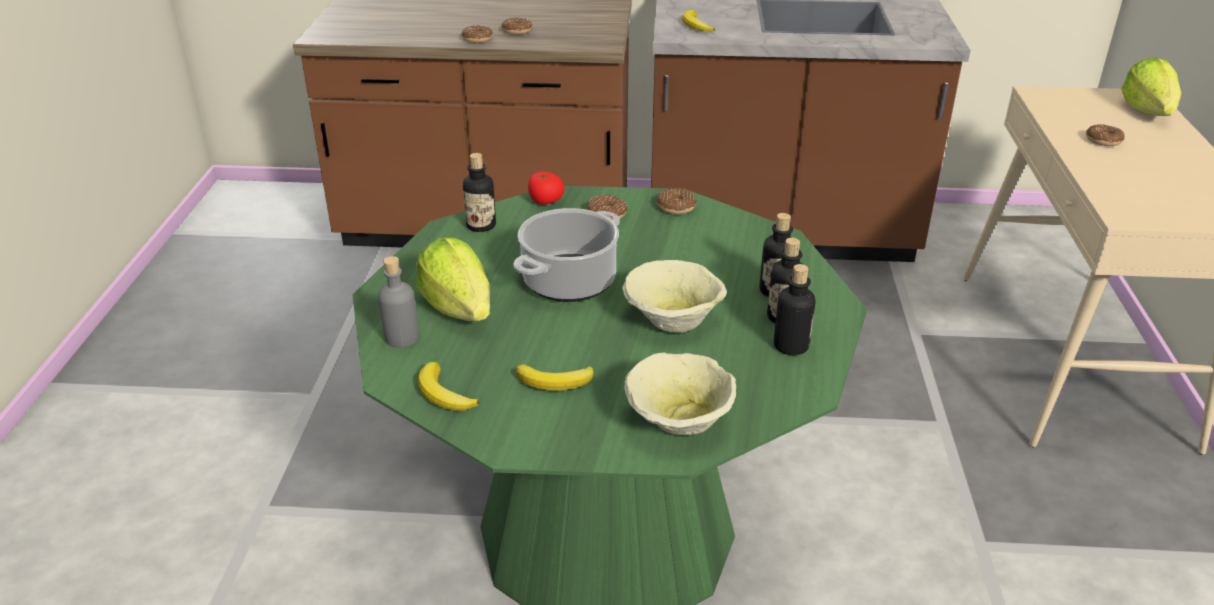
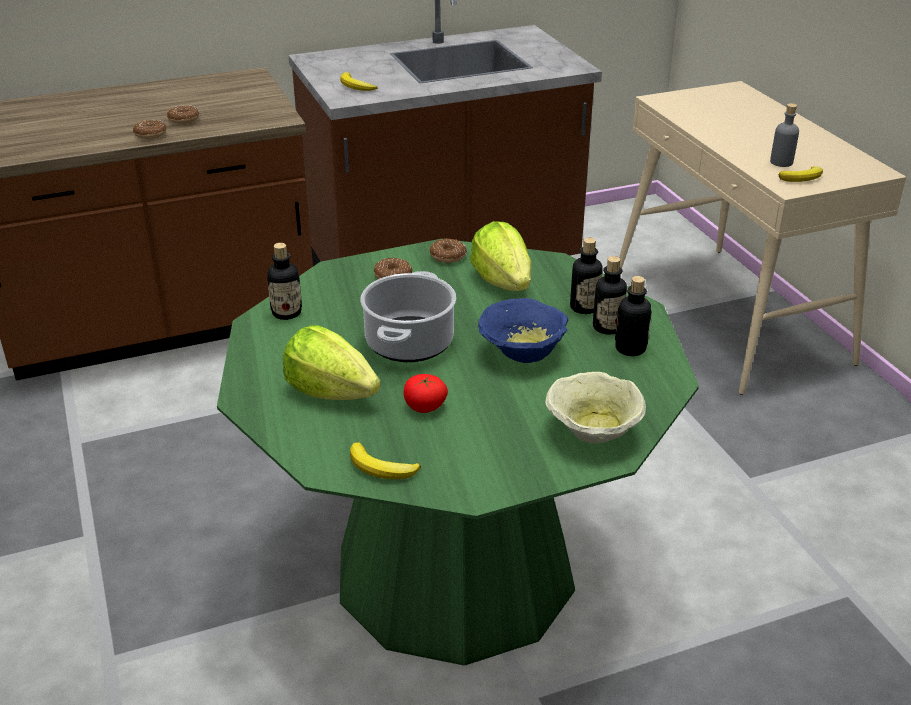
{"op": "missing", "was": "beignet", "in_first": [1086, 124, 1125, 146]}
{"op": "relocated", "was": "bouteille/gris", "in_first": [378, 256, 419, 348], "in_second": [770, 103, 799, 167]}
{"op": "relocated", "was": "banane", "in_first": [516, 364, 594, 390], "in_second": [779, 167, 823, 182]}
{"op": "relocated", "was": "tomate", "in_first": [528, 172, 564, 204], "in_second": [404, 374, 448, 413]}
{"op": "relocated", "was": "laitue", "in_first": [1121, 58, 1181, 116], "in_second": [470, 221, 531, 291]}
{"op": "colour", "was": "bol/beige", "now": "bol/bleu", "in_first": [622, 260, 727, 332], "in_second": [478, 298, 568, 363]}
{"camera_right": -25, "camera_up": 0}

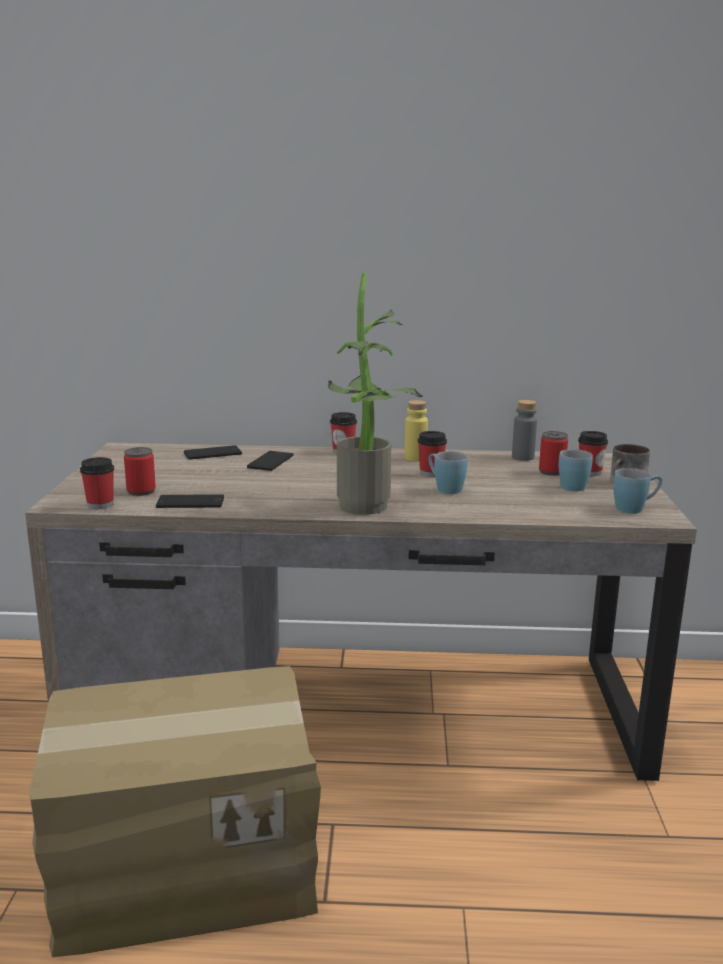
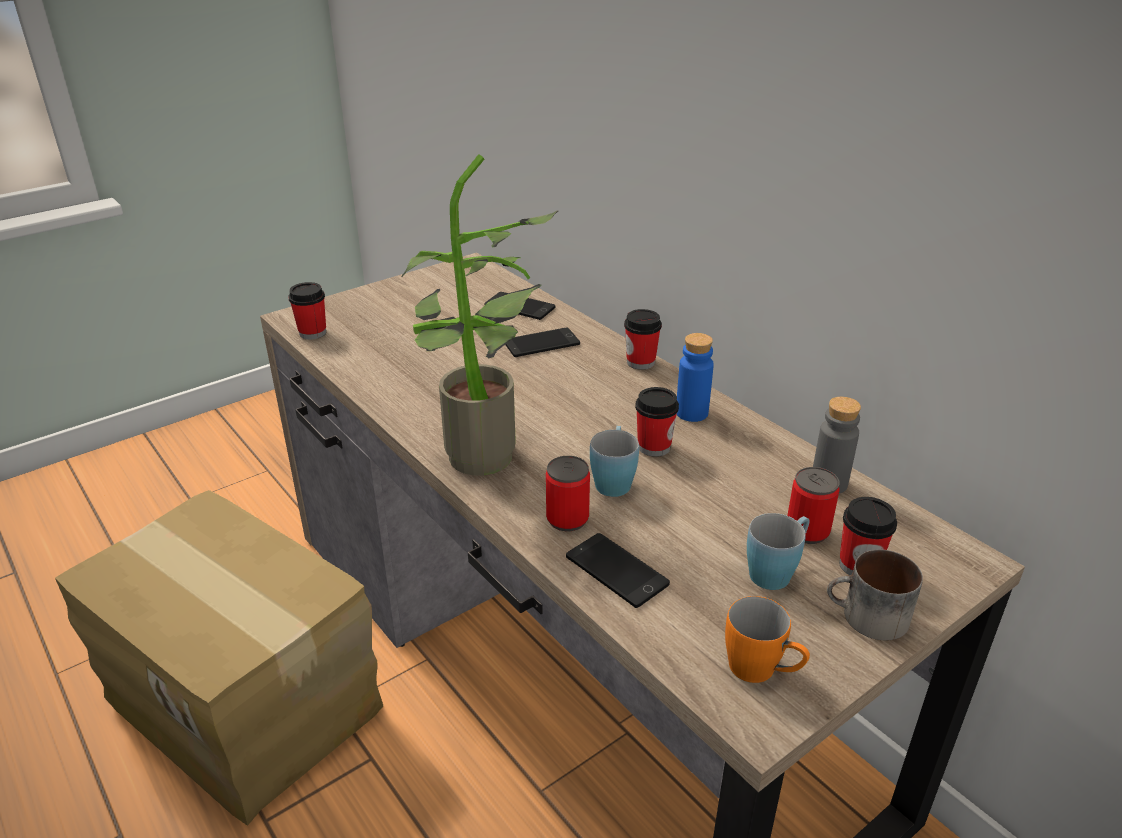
{"op": "relocated", "was": "boîte métallique", "in_first": [124, 447, 156, 496], "in_second": [546, 456, 590, 531]}
{"op": "relocated", "was": "téléphone", "in_first": [156, 494, 224, 508], "in_second": [566, 533, 670, 608]}
{"op": "colour", "was": "bouteille/jaune", "now": "bouteille/bleu", "in_first": [404, 400, 428, 462], "in_second": [677, 333, 714, 422]}
{"op": "colour", "was": "mug/bleu", "now": "mug/orange", "in_first": [613, 468, 662, 514], "in_second": [725, 596, 810, 683]}
{"camera_right": 50, "camera_up": 15}

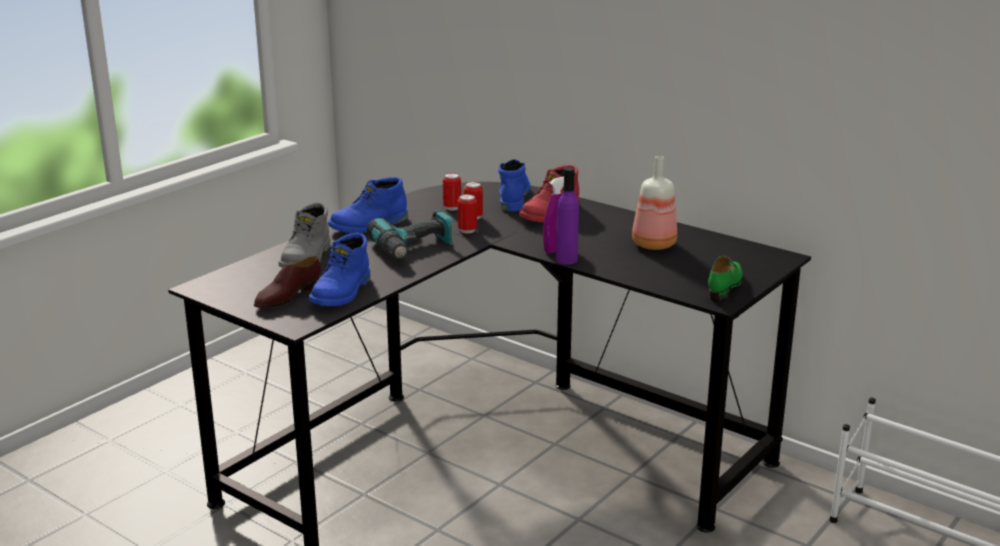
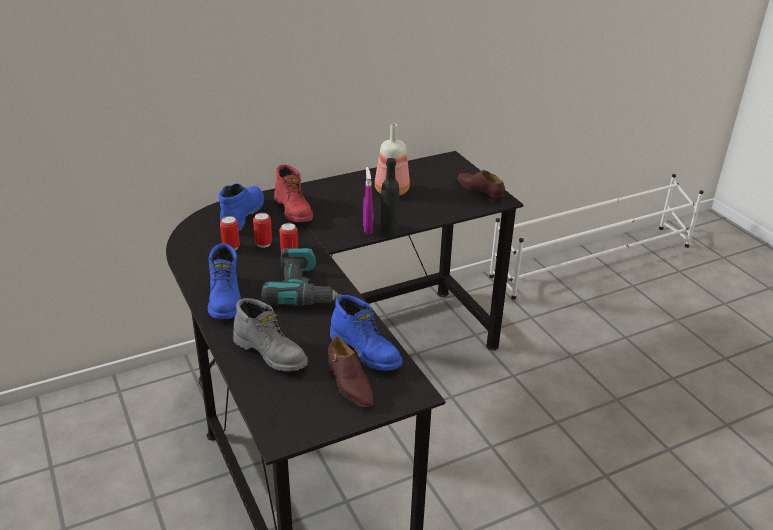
{"op": "colour", "was": "bouteille/violet", "now": "bouteille/noir", "in_first": [556, 167, 579, 265], "in_second": [381, 158, 399, 236]}
{"op": "colour", "was": "chaussure/vert", "now": "chaussure/marron", "in_first": [708, 255, 743, 302], "in_second": [457, 170, 505, 202]}
{"op": "spun", "was": "botte/bleu", "in_first": [498, 159, 531, 211], "in_second": [218, 183, 264, 231], "clockwise": 75}
{"camera_right": -65, "camera_up": 10}

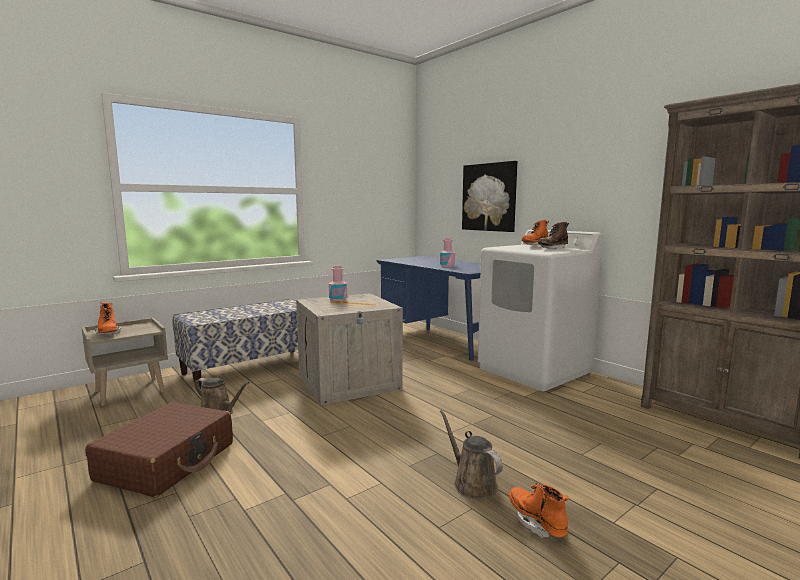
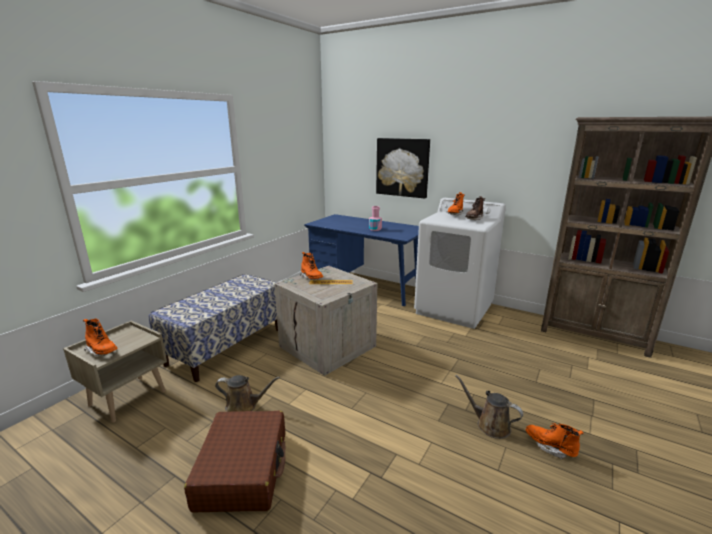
{"op": "exchanged", "was": "bouteille/rose", "now": "botte/orange", "in_first": [329, 266, 347, 301], "in_second": [300, 252, 323, 280]}
{"camera_right": -20, "camera_up": 10}

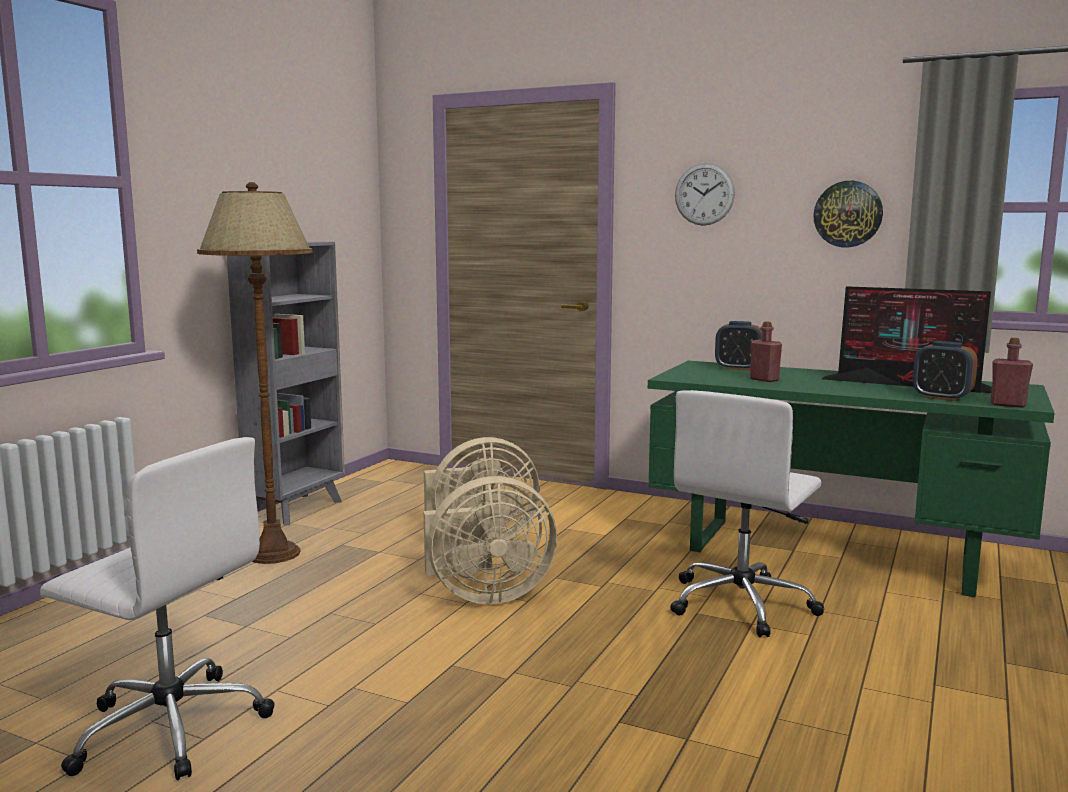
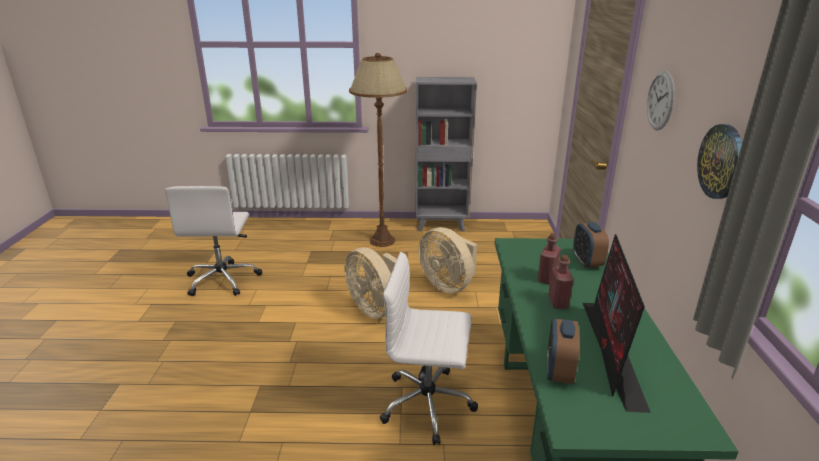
{"op": "relocated", "was": "bouteille/rouge", "in_first": [991, 338, 1033, 408], "in_second": [548, 255, 574, 309]}
{"camera_right": 65, "camera_up": 15}

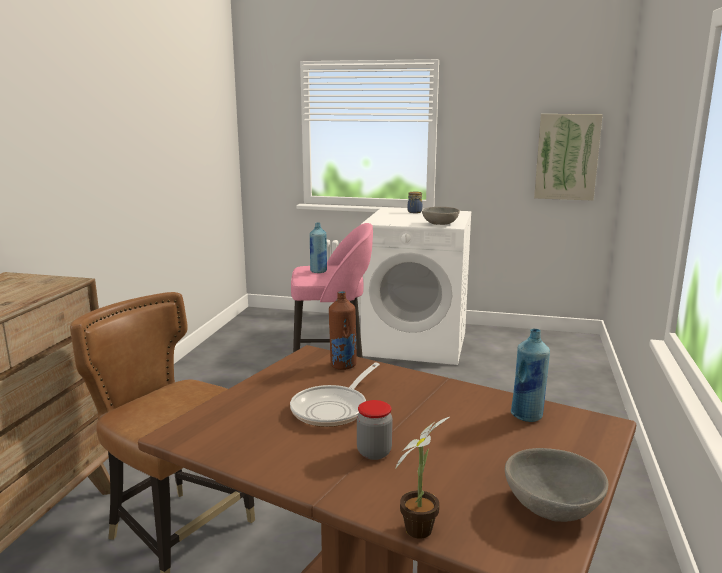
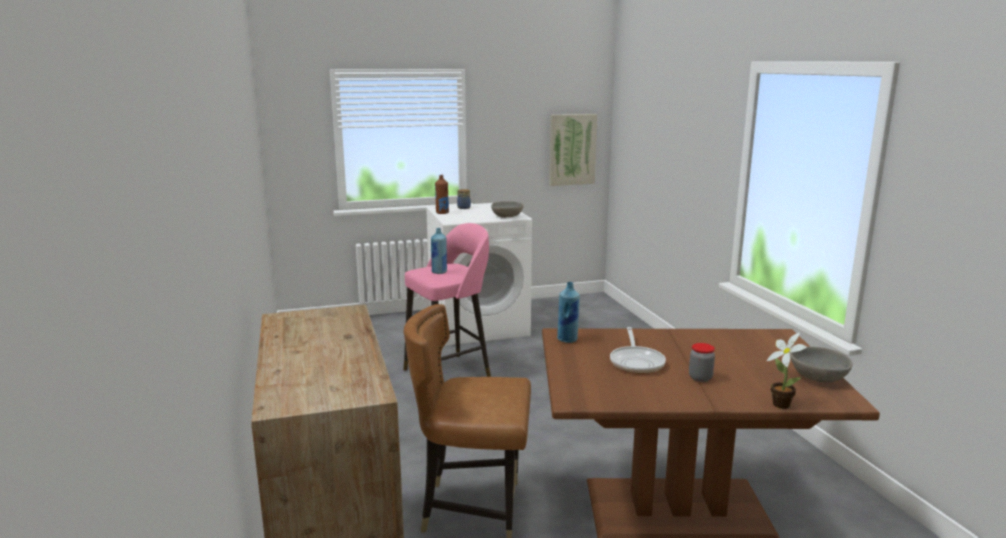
{"op": "relocated", "was": "bouteille/marron", "in_first": [329, 291, 357, 370], "in_second": [435, 175, 449, 214]}
{"op": "relocated", "was": "bouteille/bleu", "in_first": [511, 328, 550, 422], "in_second": [557, 282, 580, 343]}
{"camera_right": -30, "camera_up": 0}

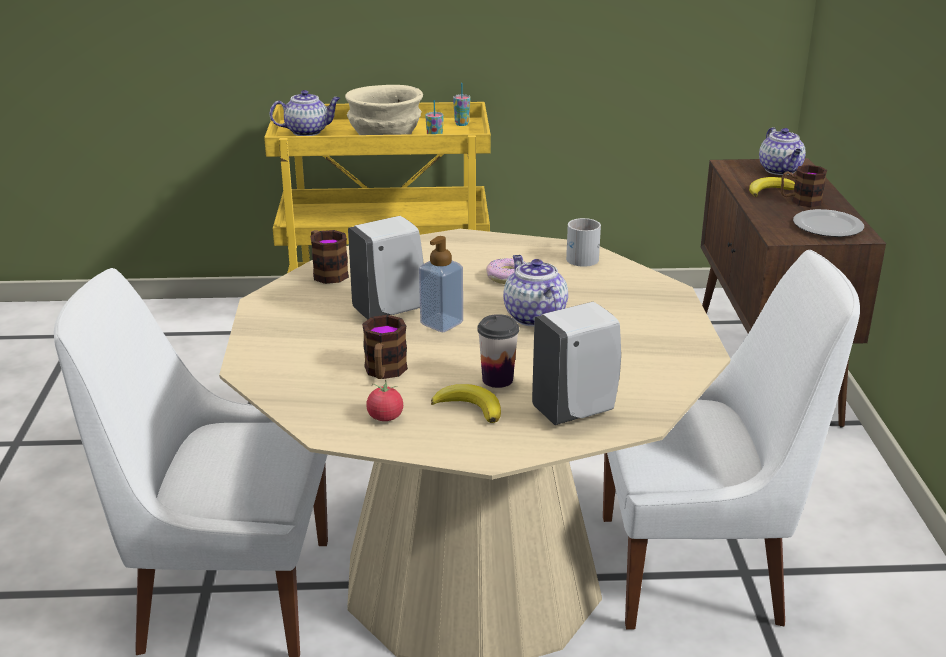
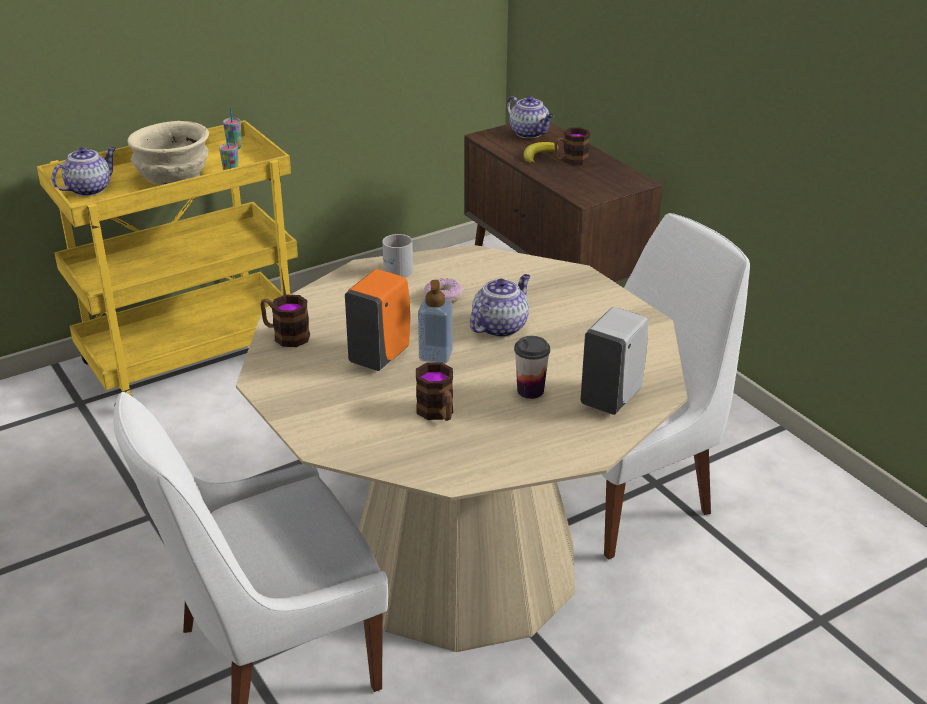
{"op": "missing", "was": "tomate", "in_first": [366, 380, 403, 421]}
{"op": "missing", "was": "banane", "in_first": [431, 384, 501, 423]}
{"op": "missing", "was": "assiette", "in_first": [793, 209, 864, 237]}
{"op": "relocated", "was": "mug/blanc", "in_first": [566, 218, 601, 267], "in_second": [382, 234, 413, 278]}
{"op": "colour", "was": "distributeur de savon/blanc", "now": "distributeur de savon/orange", "in_first": [348, 216, 423, 320], "in_second": [345, 269, 410, 371]}
{"op": "spun", "was": "théière", "in_first": [503, 255, 568, 326], "in_second": [470, 274, 530, 338], "clockwise": 90}
{"camera_right": -30, "camera_up": 5}

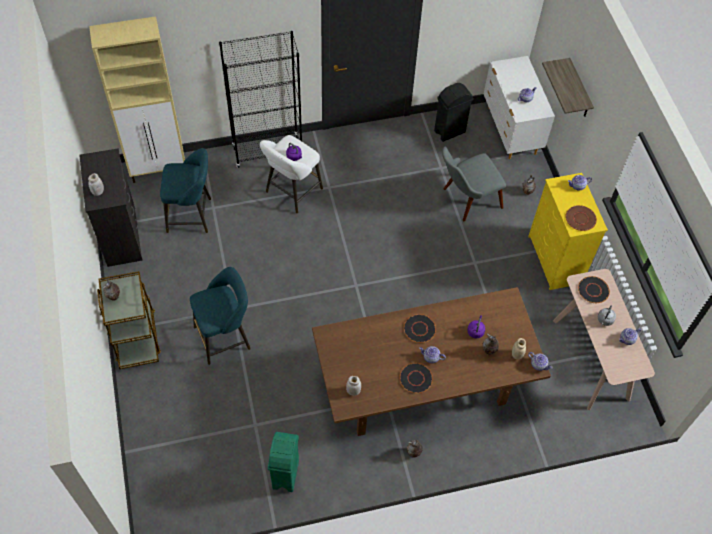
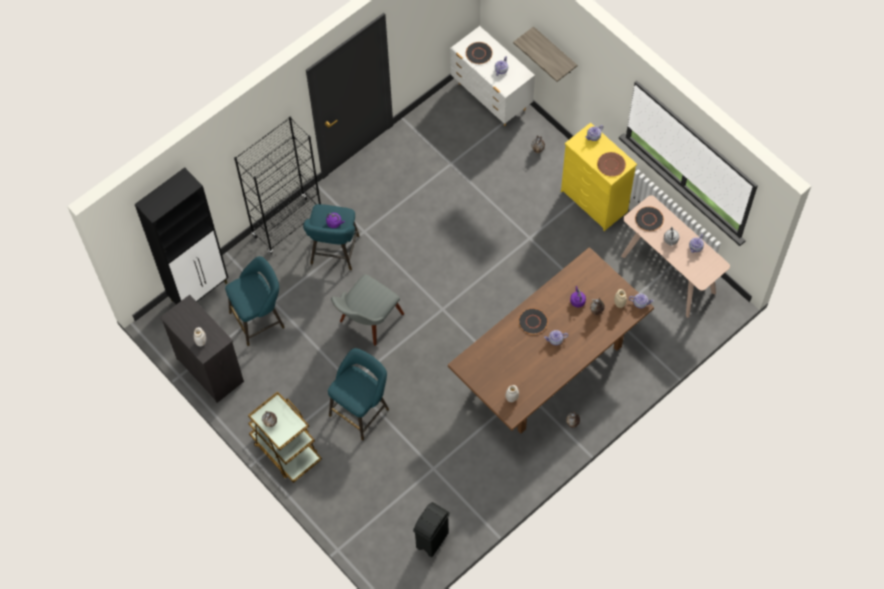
{"op": "missing", "was": "poubelle/vert", "in_first": [268, 432, 299, 492]}
{"op": "relocated", "was": "assiette/noir", "in_first": [399, 363, 433, 393], "in_second": [466, 42, 492, 64]}
{"op": "relocated", "was": "poubelle/noir", "in_first": [434, 83, 474, 142], "in_second": [413, 502, 450, 557]}
{"op": "relocated", "was": "chaise/gris", "in_first": [442, 147, 506, 221], "in_second": [331, 274, 404, 346]}
{"op": "colour", "was": "meuble de rangement/beige", "now": "meuble de rangement/noir", "in_first": [89, 16, 185, 183], "in_second": [135, 167, 228, 305]}
{"op": "colour", "was": "tabouret/blanc", "now": "tabouret/turquoise", "in_first": [260, 135, 323, 213], "in_second": [303, 204, 359, 270]}
{"camera_right": -25, "camera_up": 5}

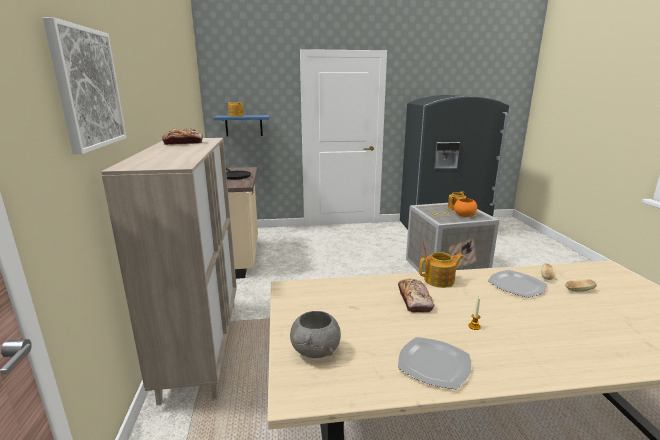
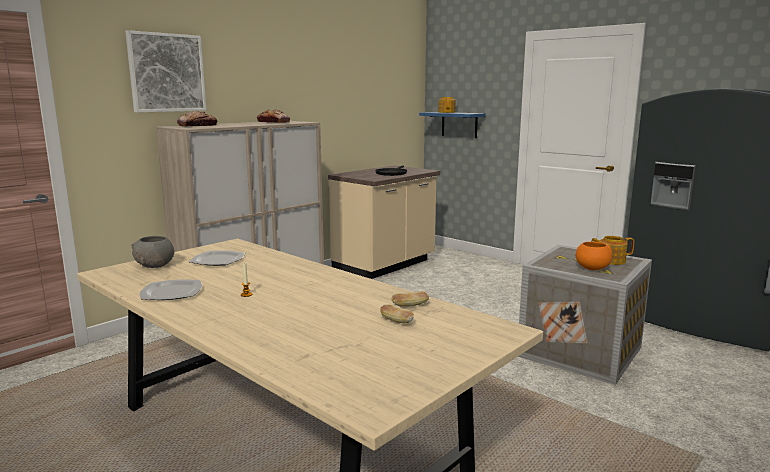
{"op": "missing", "was": "théière", "in_first": [419, 252, 464, 288]}
{"op": "relocated", "was": "pain", "in_first": [398, 279, 434, 313], "in_second": [177, 111, 217, 127]}
{"op": "relocated", "was": "assiette", "in_first": [488, 270, 547, 298], "in_second": [189, 250, 245, 266]}
{"camera_right": 50, "camera_up": -5}

